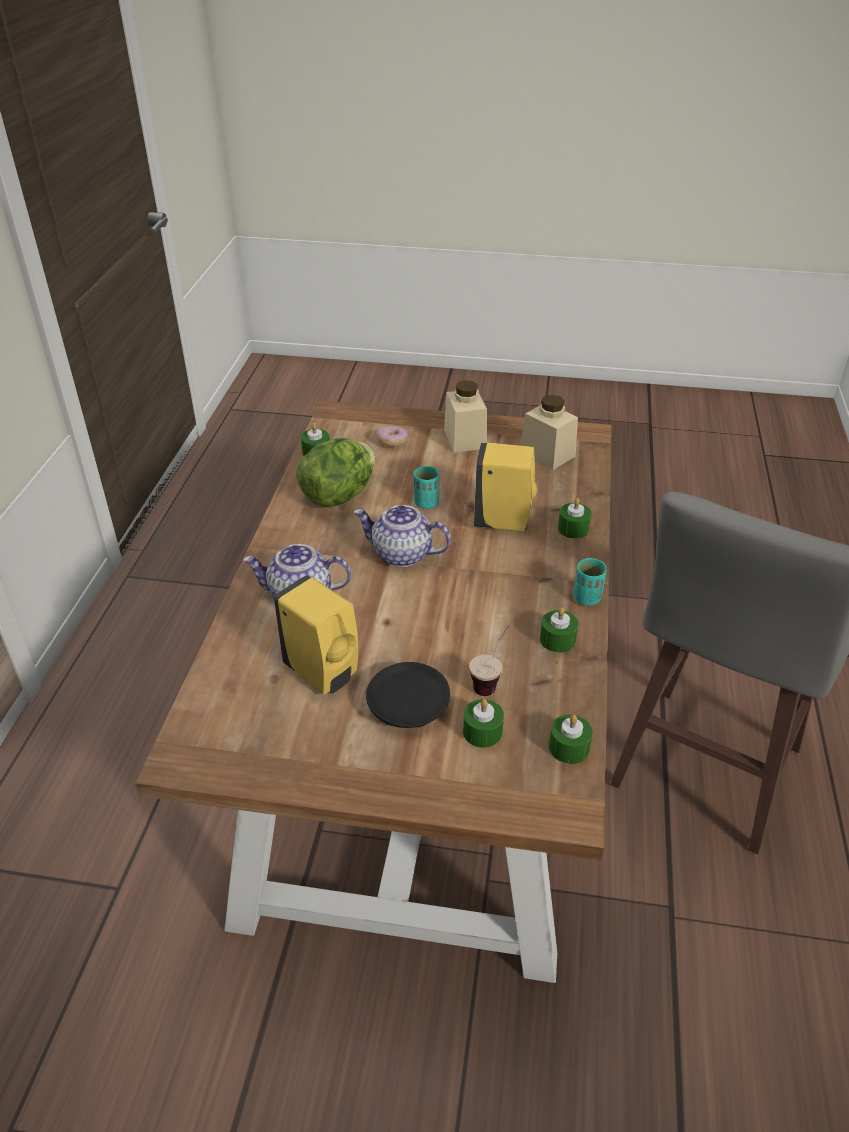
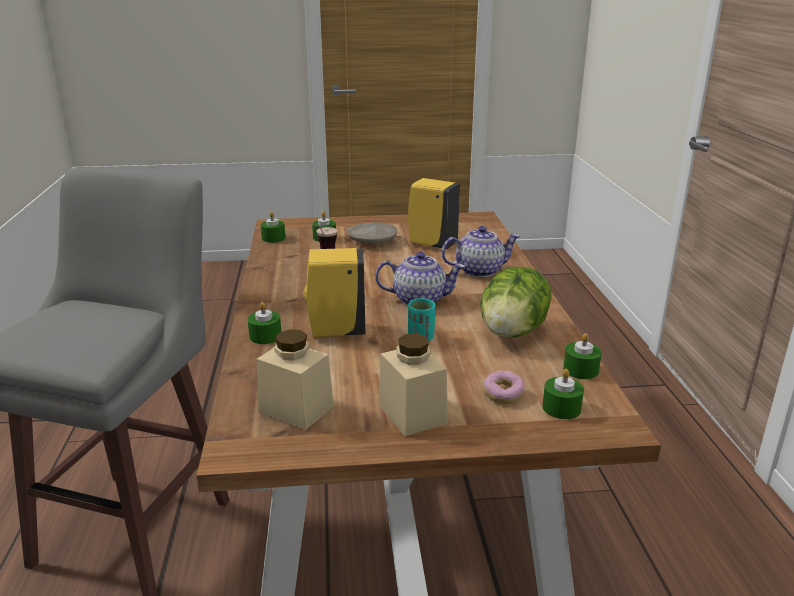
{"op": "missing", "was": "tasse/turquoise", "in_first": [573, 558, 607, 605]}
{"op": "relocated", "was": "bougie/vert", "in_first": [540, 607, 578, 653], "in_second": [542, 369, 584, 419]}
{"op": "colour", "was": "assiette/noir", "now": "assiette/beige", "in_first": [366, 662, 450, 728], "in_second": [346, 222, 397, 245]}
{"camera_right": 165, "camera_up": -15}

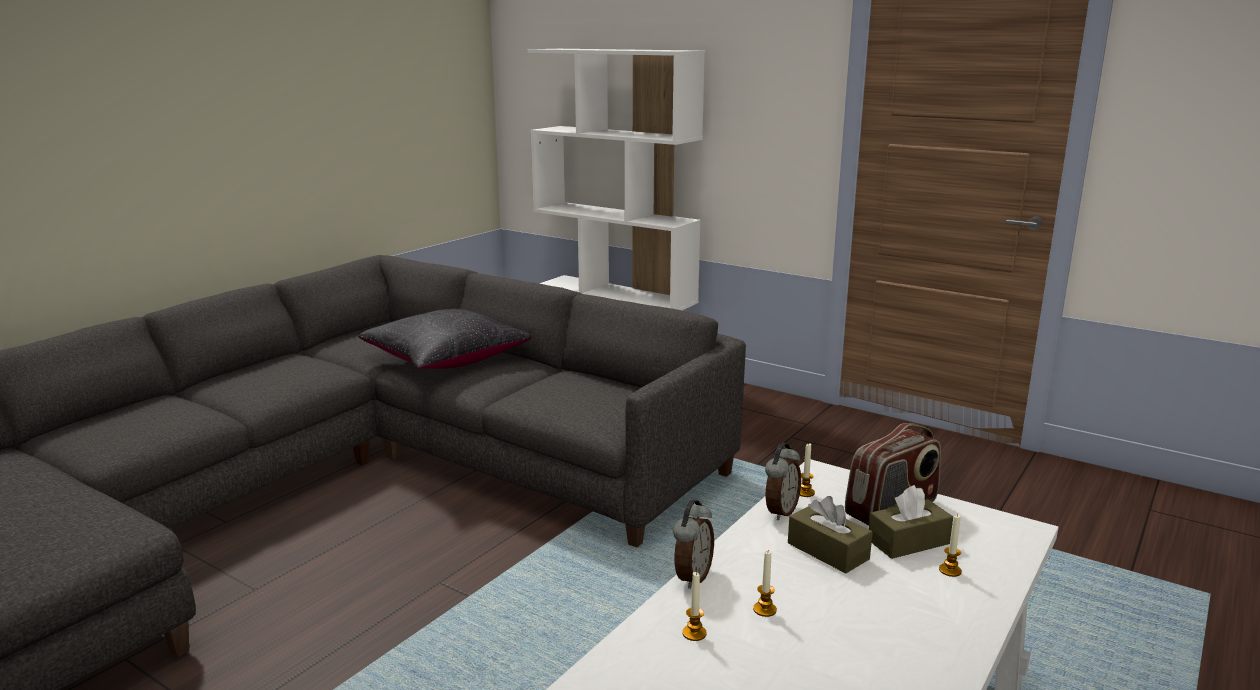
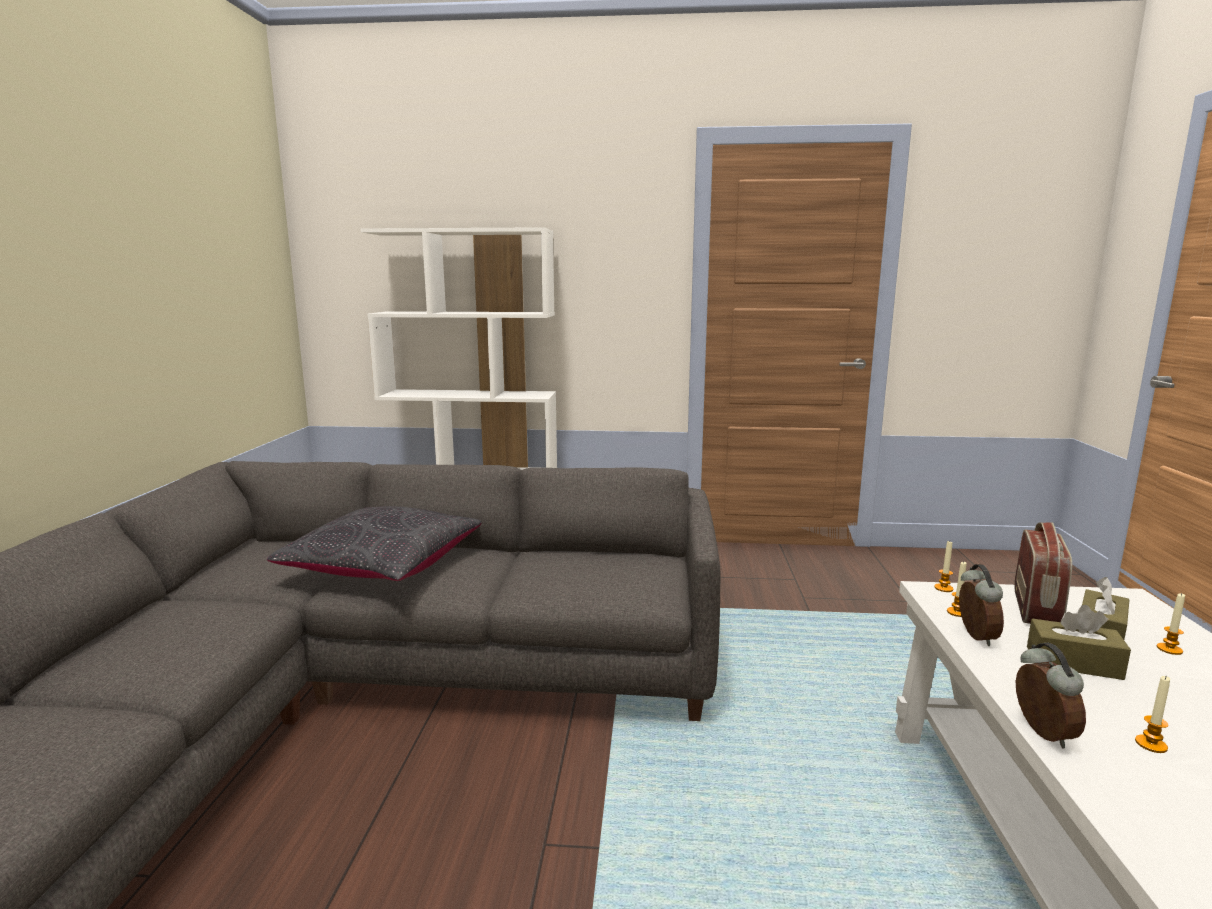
{"op": "relocated", "was": "bougie", "in_first": [682, 572, 707, 641], "in_second": [934, 541, 954, 592]}
{"camera_right": -30, "camera_up": -5}

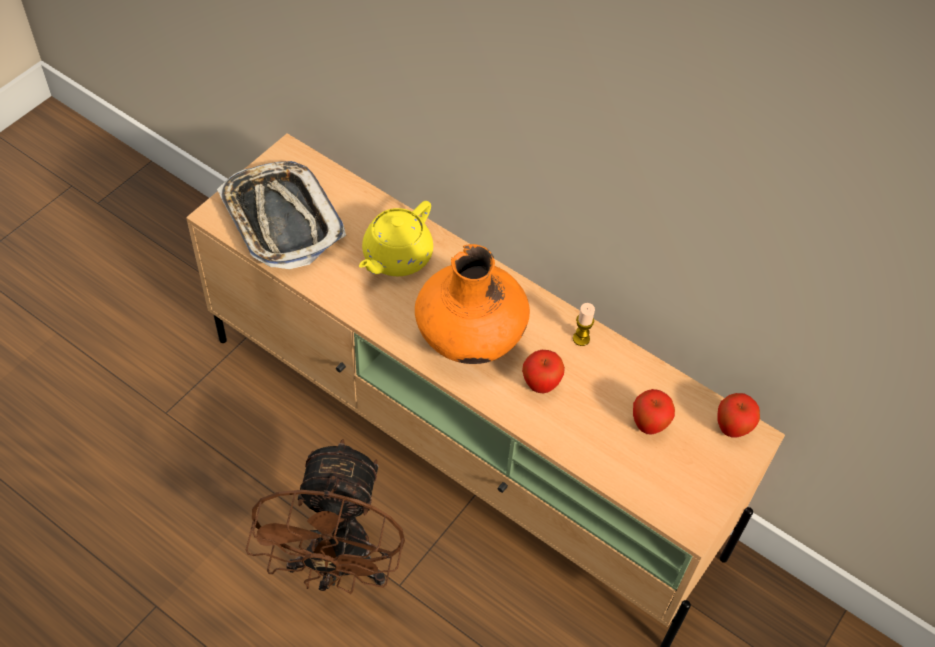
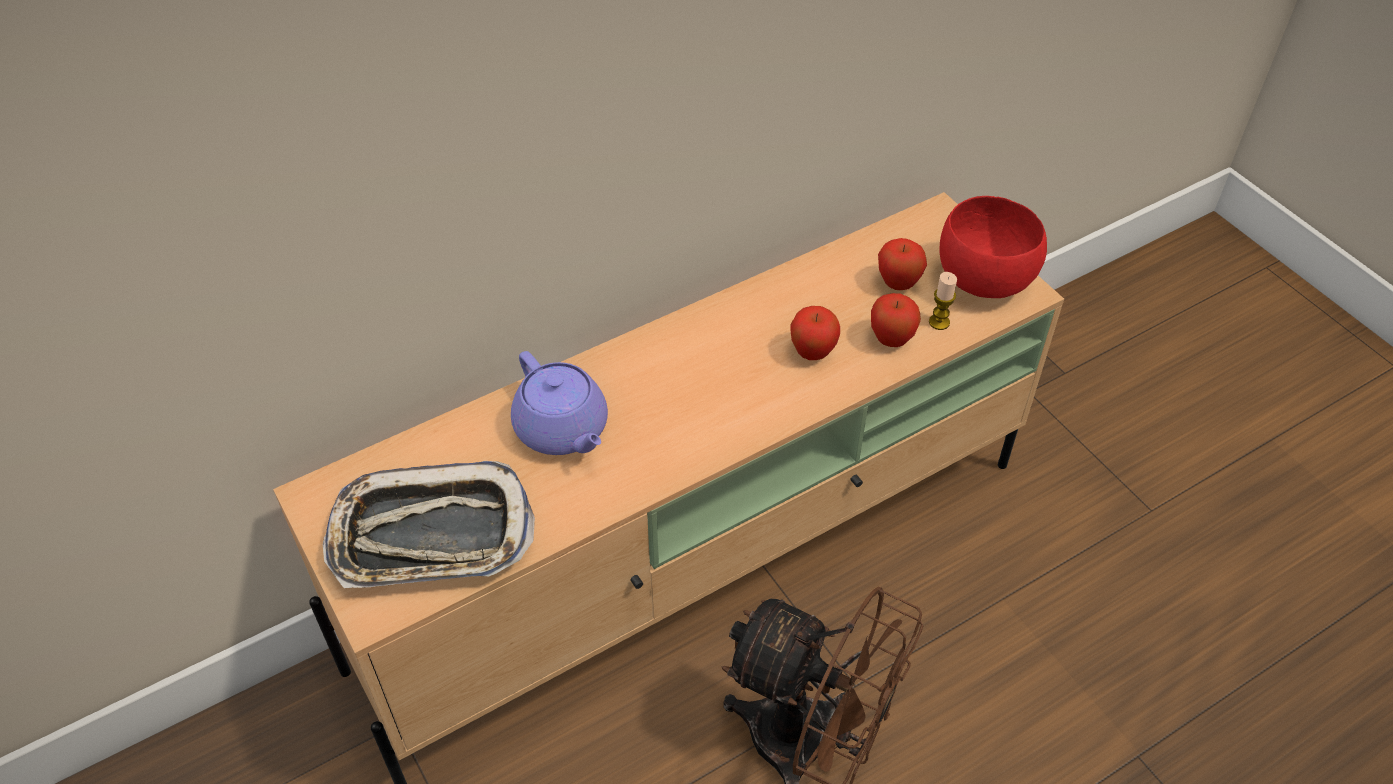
{"op": "missing", "was": "vase/orange", "in_first": [415, 244, 530, 364]}
{"op": "appeared", "now": "bol/rouge", "in_second": [939, 196, 1047, 298]}
{"op": "relocated", "was": "bougie", "in_first": [573, 303, 595, 346], "in_second": [929, 272, 957, 330]}
{"op": "relocated", "was": "pomme", "in_first": [717, 393, 760, 437], "in_second": [871, 293, 921, 347]}
{"op": "colour", "was": "théière/jaune", "now": "théière/violet", "in_first": [359, 201, 433, 276], "in_second": [511, 351, 608, 455]}
{"camera_right": -65, "camera_up": -5}

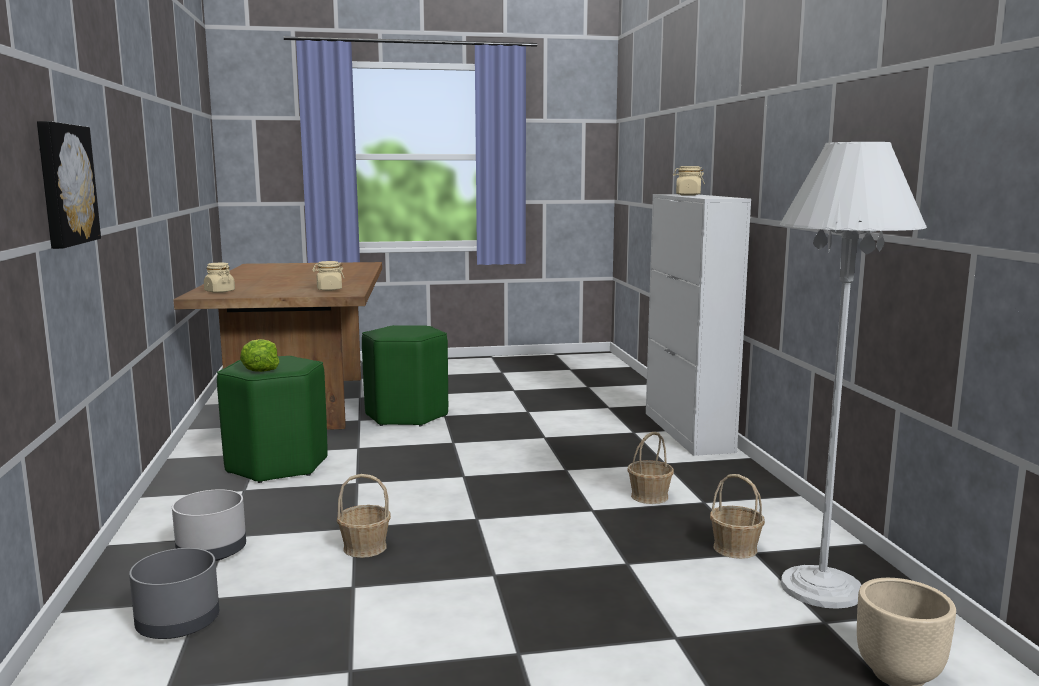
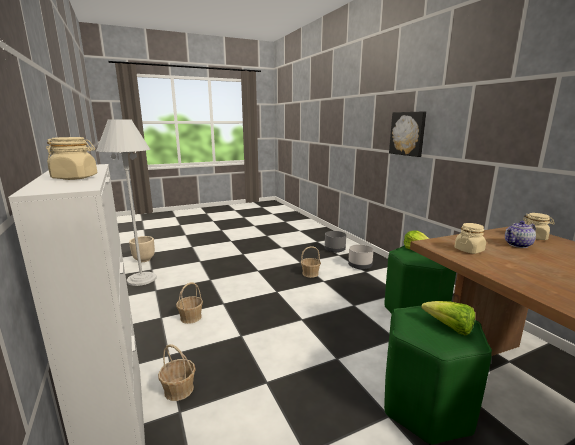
{"op": "appeared", "now": "laitue", "in_second": [421, 301, 475, 336]}
{"op": "appeared", "now": "théière", "in_second": [505, 221, 536, 248]}
{"op": "relocated", "was": "panier", "in_first": [710, 474, 765, 559], "in_second": [158, 344, 196, 401]}
{"camera_right": 165, "camera_up": 5}

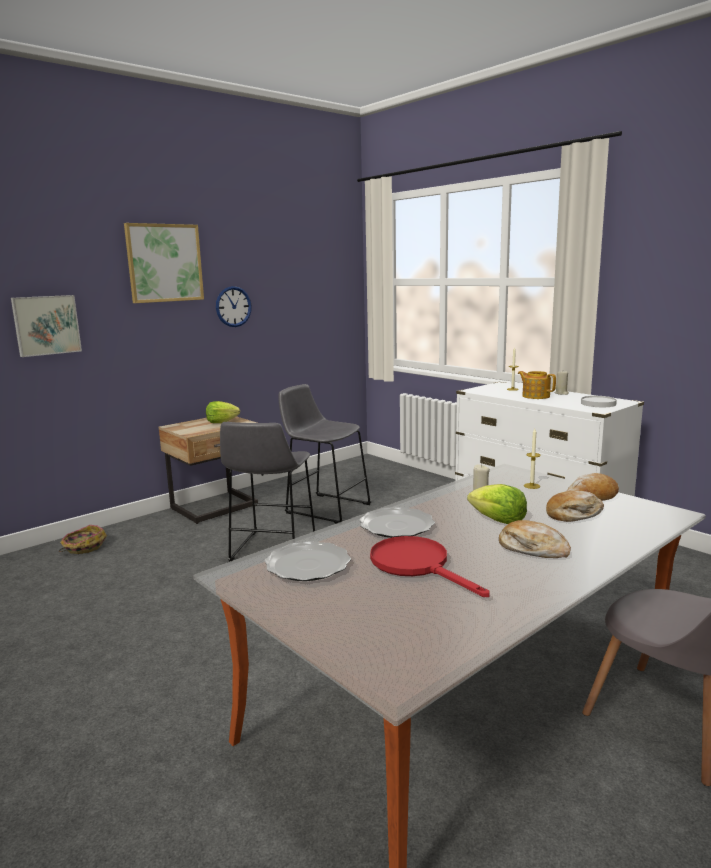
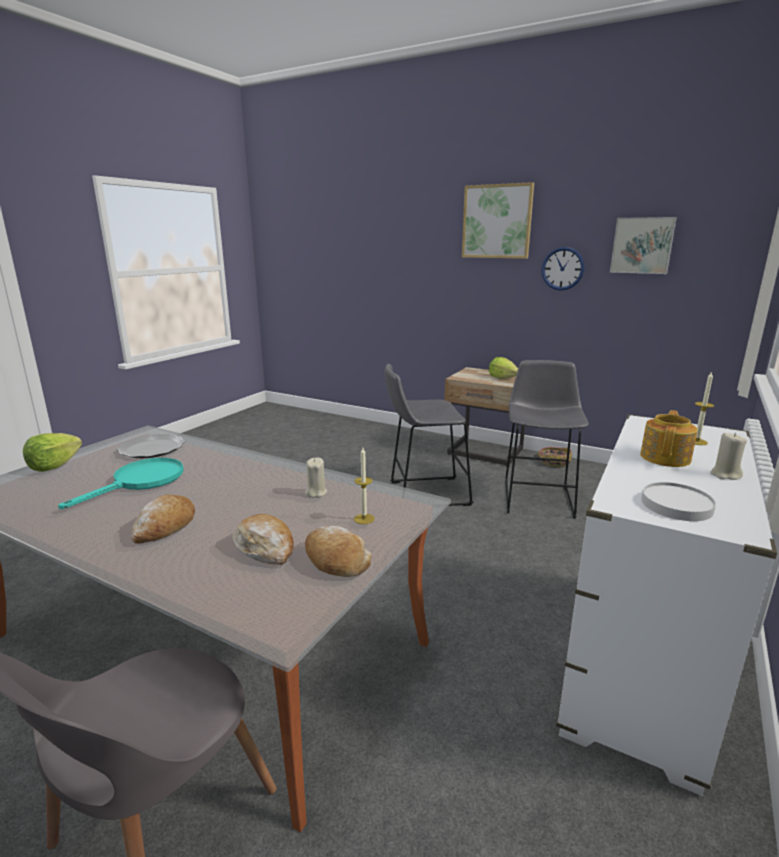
{"op": "missing", "was": "assiette", "in_first": [360, 507, 435, 538]}
{"op": "relocated", "was": "tableau", "in_first": [11, 295, 82, 357], "in_second": [610, 217, 677, 274]}
{"op": "relocated", "was": "panier", "in_first": [59, 525, 107, 554], "in_second": [533, 447, 572, 467]}
{"op": "relocated", "was": "laitue", "in_first": [467, 484, 527, 524], "in_second": [23, 433, 82, 472]}
{"op": "colour", "was": "poêle/rouge", "now": "poêle/turquoise", "in_first": [370, 536, 490, 597], "in_second": [58, 458, 184, 509]}
{"camera_right": 70, "camera_up": 5}

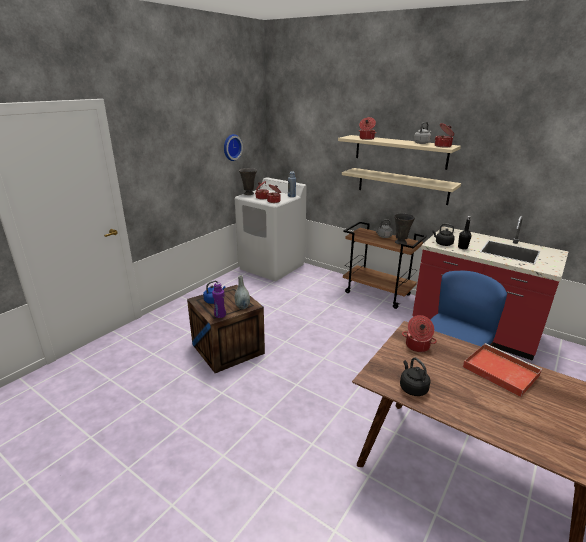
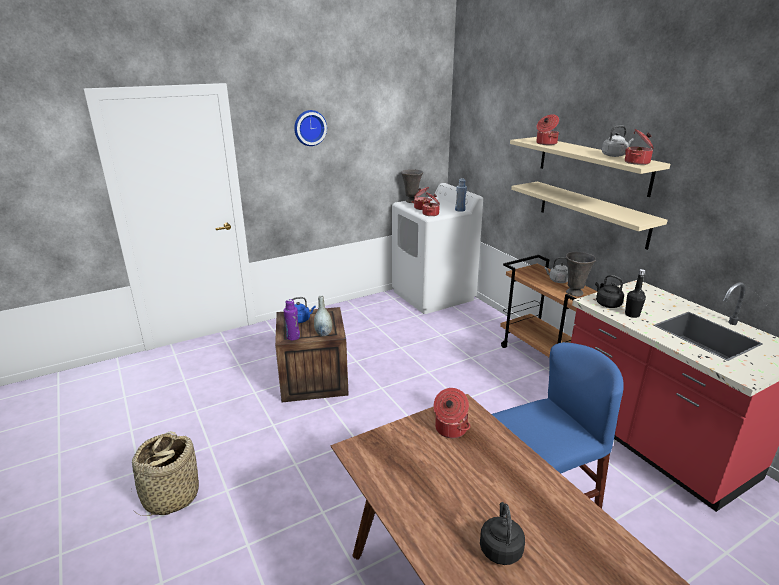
{"op": "missing", "was": "plateau/rouge", "in_first": [463, 343, 542, 397]}
{"op": "appeared", "now": "panier", "in_second": [132, 431, 199, 516]}
{"op": "relocated", "was": "horloge murale", "in_first": [224, 134, 243, 161], "in_second": [294, 110, 327, 146]}
{"op": "relocated", "was": "bouilloire/noir", "in_first": [400, 357, 431, 396], "in_second": [480, 502, 525, 565]}
{"camera_right": 25, "camera_up": 0}

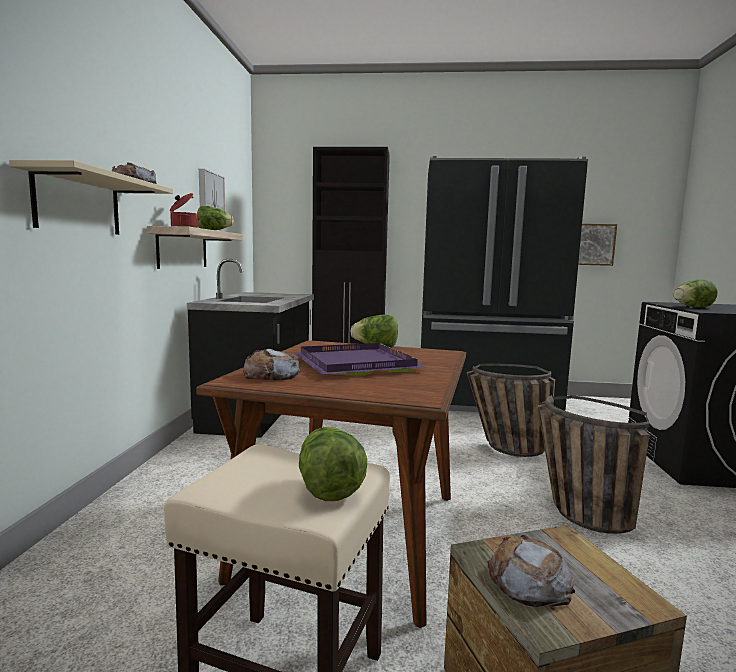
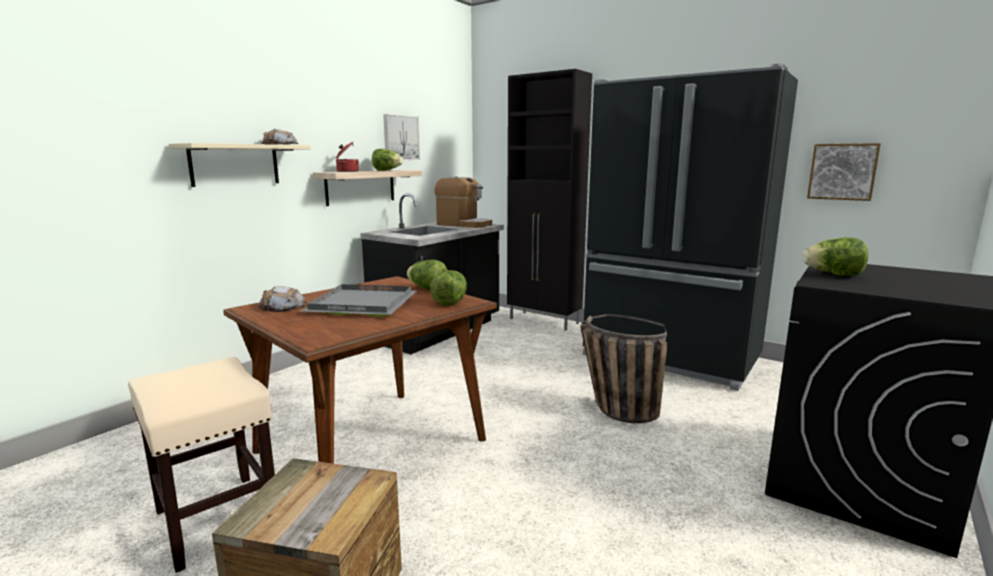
{"op": "missing", "was": "pain", "in_first": [487, 535, 575, 607]}
{"op": "missing", "was": "panier", "in_first": [538, 395, 650, 534]}
{"op": "appeared", "now": "machine à café", "in_second": [434, 176, 492, 228]}
{"op": "relocated", "was": "laitue", "in_first": [299, 427, 367, 501], "in_second": [430, 270, 467, 306]}
{"op": "colour", "was": "plateau/violet", "now": "plateau/gris", "in_first": [293, 343, 425, 375], "in_second": [301, 284, 417, 317]}
{"camera_right": 30, "camera_up": 5}

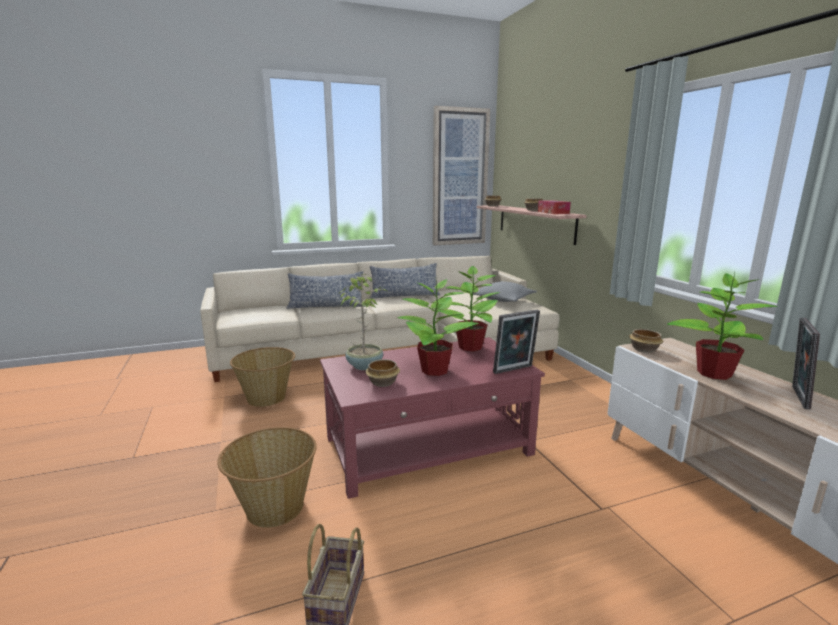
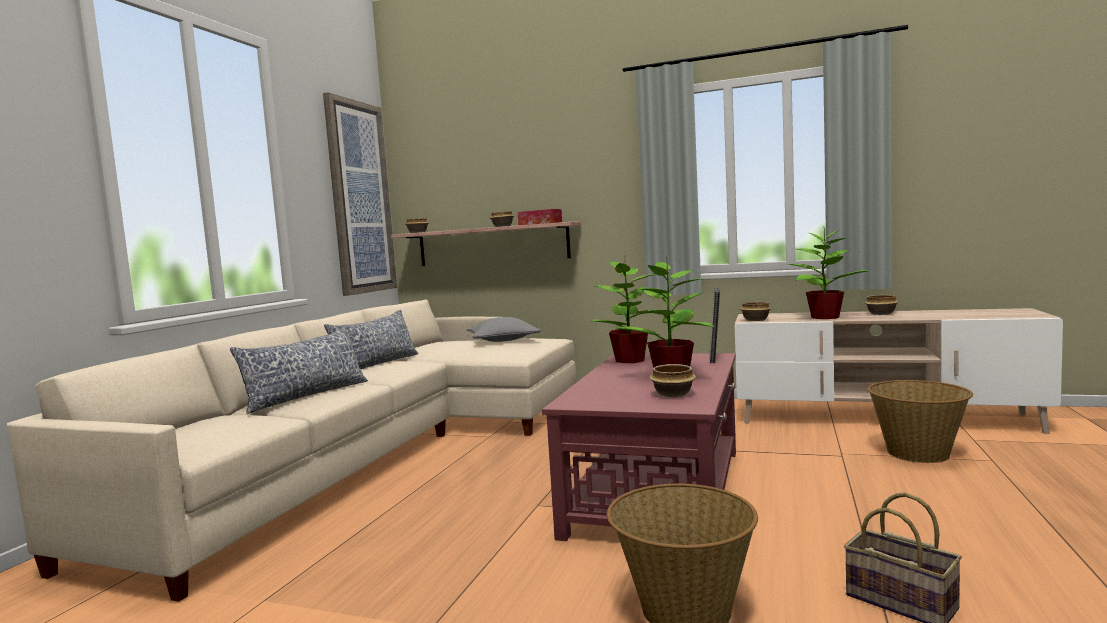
{"op": "missing", "was": "plante en pot", "in_first": [338, 274, 387, 370]}
{"op": "relocated", "was": "panier", "in_first": [230, 347, 295, 407], "in_second": [868, 380, 973, 463]}
{"op": "exchanged", "was": "cadre photo", "now": "bol", "in_first": [792, 318, 820, 410], "in_second": [864, 295, 899, 315]}
{"camera_right": -50, "camera_up": -10}

